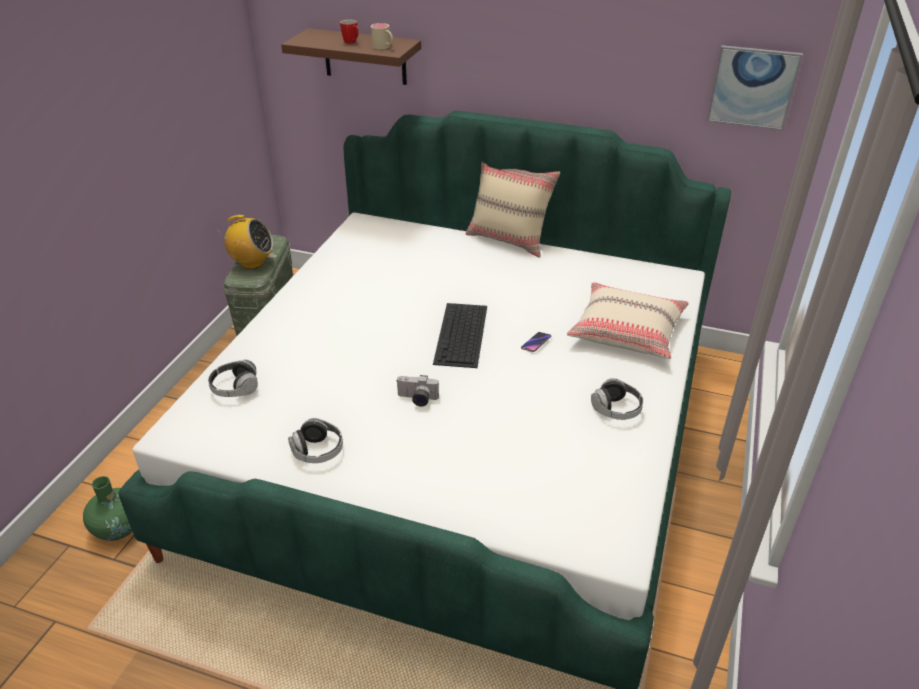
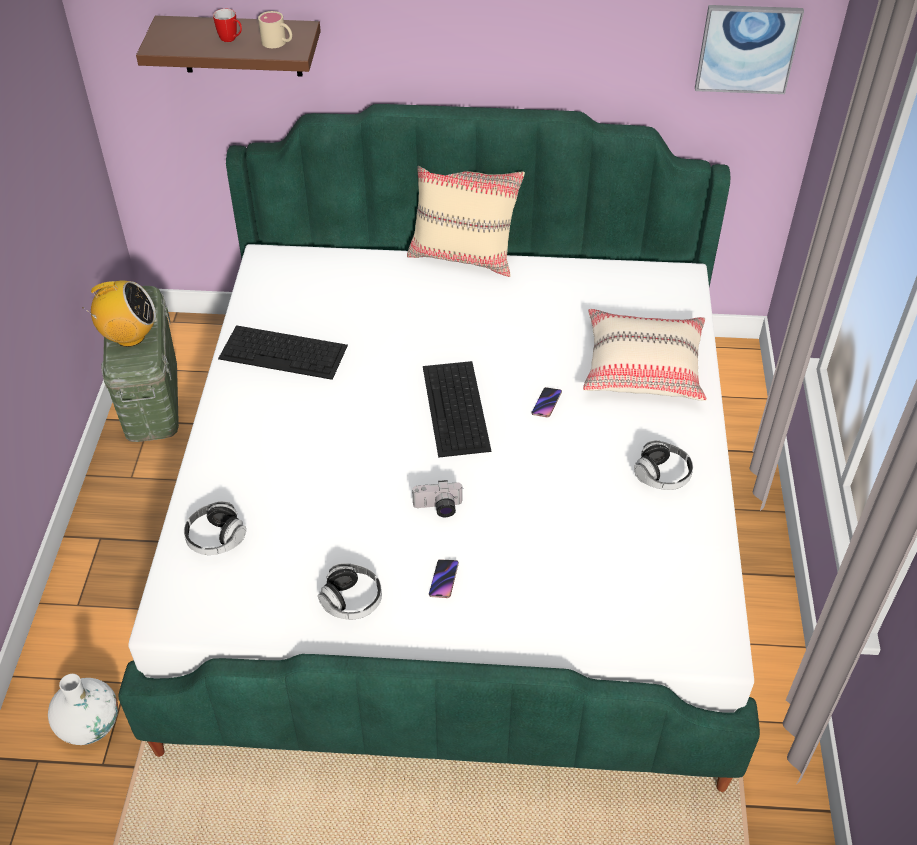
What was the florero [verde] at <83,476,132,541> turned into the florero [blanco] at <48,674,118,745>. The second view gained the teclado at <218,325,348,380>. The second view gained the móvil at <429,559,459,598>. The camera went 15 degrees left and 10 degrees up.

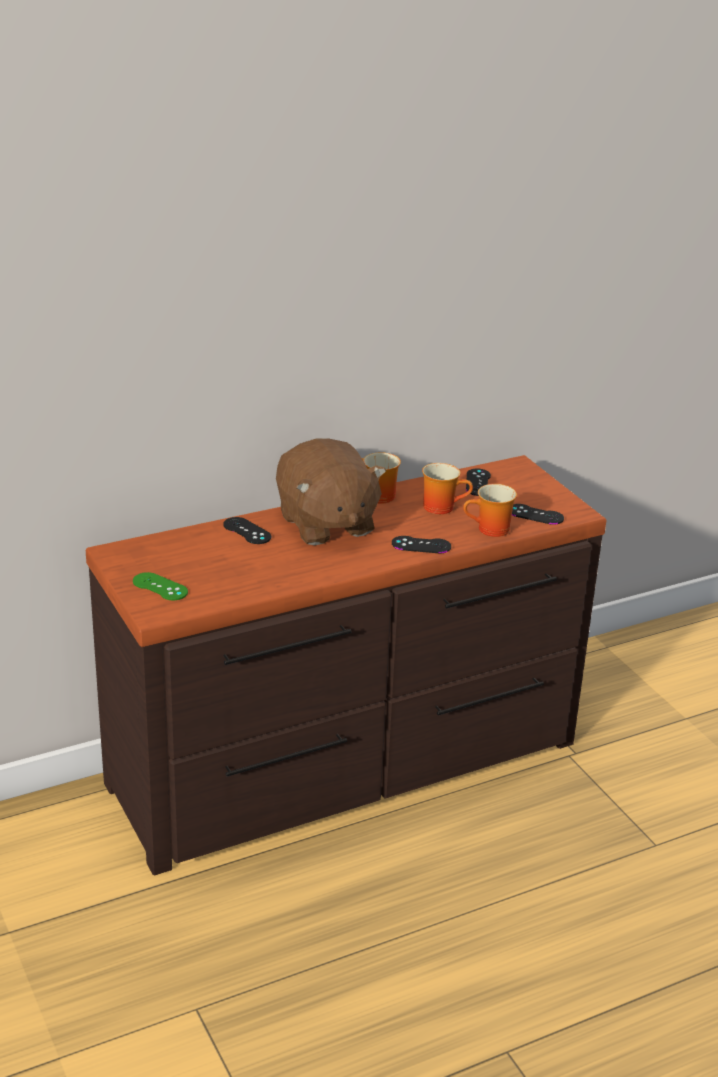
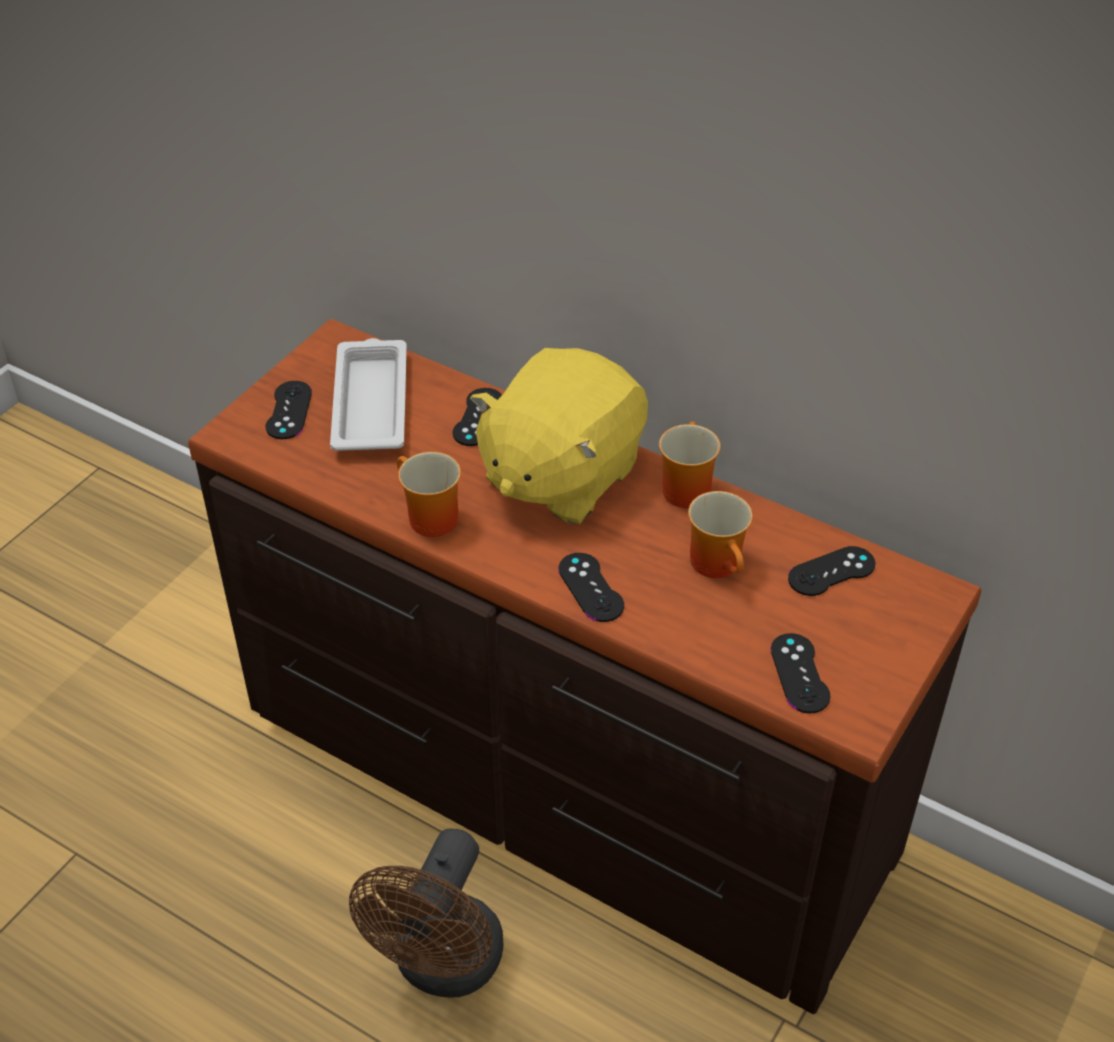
What was the mando de consola [verde] at <133,572,188,600> turned into the mando de consola [negro] at <266,381,312,439>. What was the peluche [marrón] at <276,438,386,545> turned into the peluche [amarillo] at <470,348,648,524>. The taza grande ended up elsewhere, having gone from <463,484,517,537> to <397,452,461,537>. The second view gained the bandeja [blanco] at <330,338,406,451>. The second view gained the ventilador [marrón] at <349,828,504,997>. The camera went 60 degrees right and 15 degrees up.

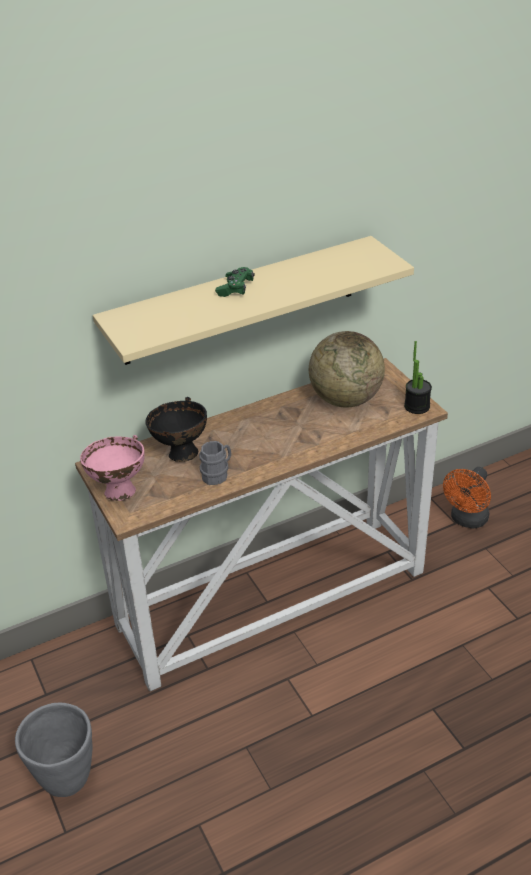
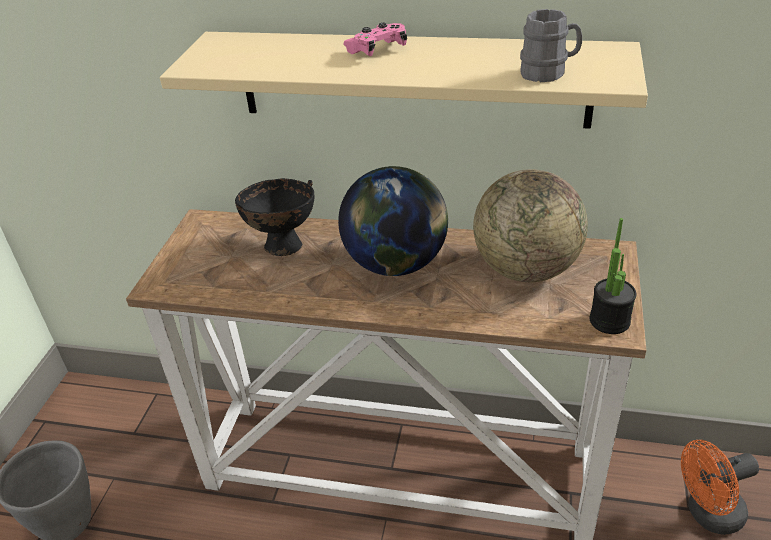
The second view lost the cuenco [rosa] at <80,435,145,501>. The taza grande [gris] ended up elsewhere, having gone from <199,441,231,485> to <520,9,582,82>. What was the mando de consola [verde] at <215,267,255,297> turned into the mando de consola [rosa] at <343,22,407,56>. The second view gained the globo terráqueo at <338,166,448,276>. The camera went 40 degrees right and 0 degrees up.

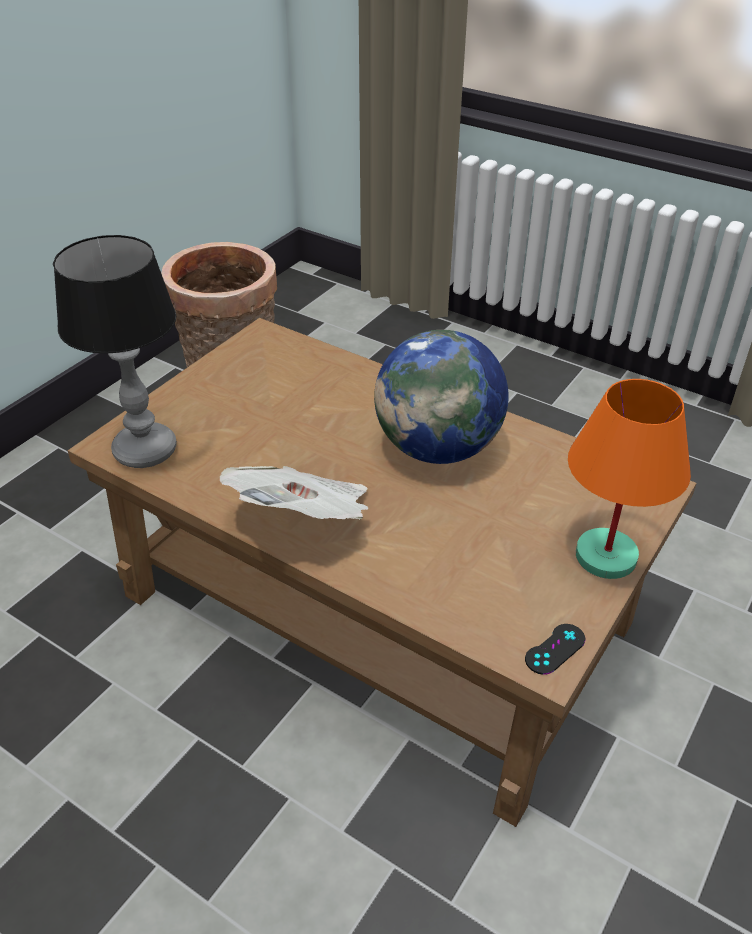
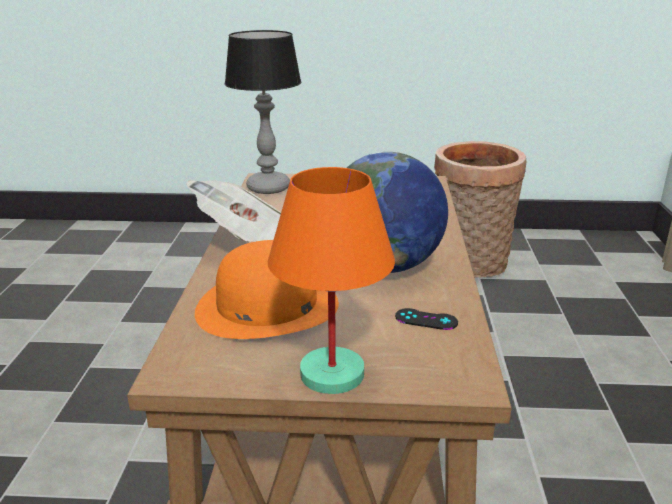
The mando de consola [negro] ended up elsewhere, having gone from <525,624,585,675> to <395,308,458,330>. The second view gained the sombrero [naranja] at <195,240,339,339>. The camera went 60 degrees right and 15 degrees down.

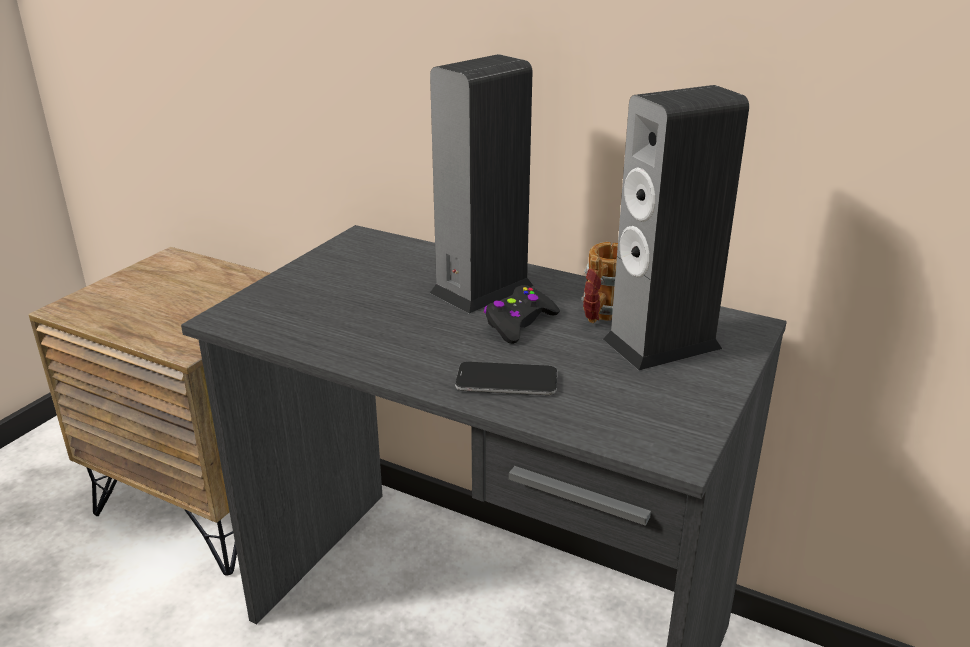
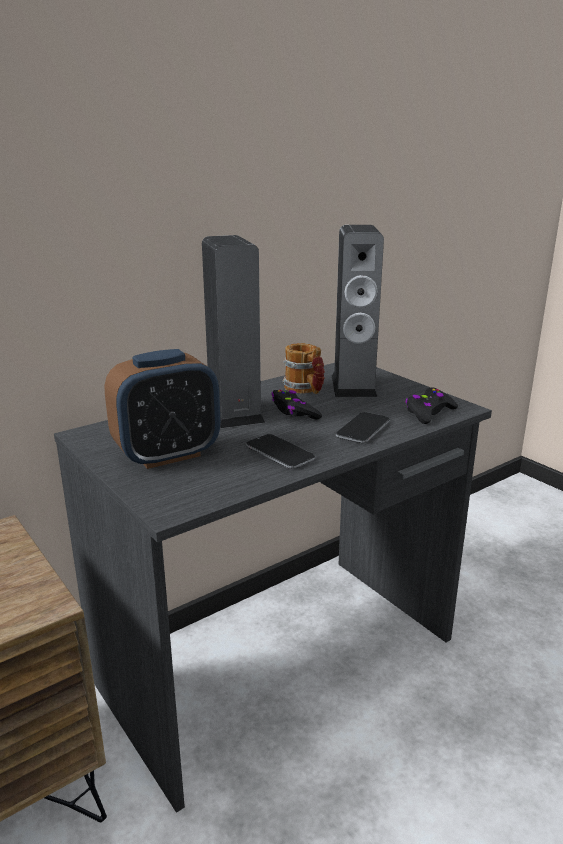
The second view gained the despertador at <105,349,220,469>. The second view gained the móvil at <246,434,315,469>. The second view gained the mando de consola [negro] at <405,388,458,424>. The camera went 65 degrees left and 5 degrees down.

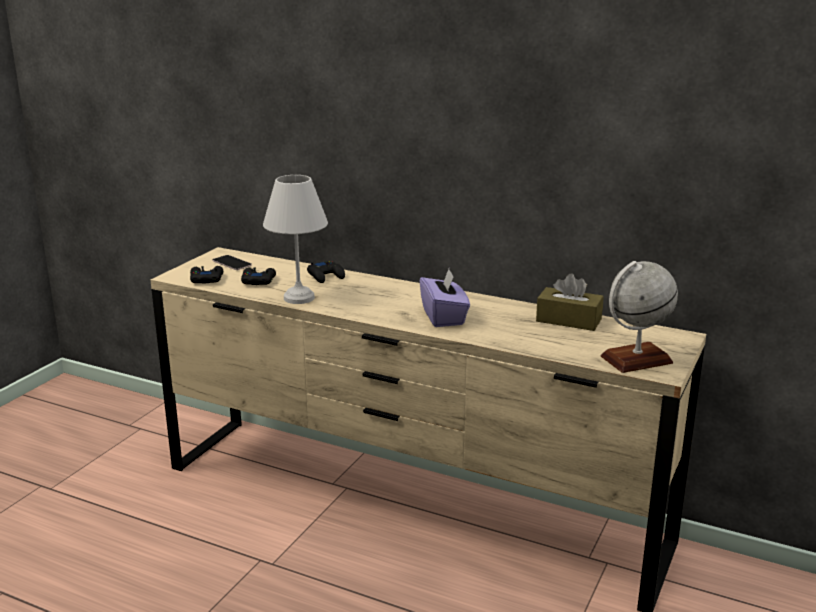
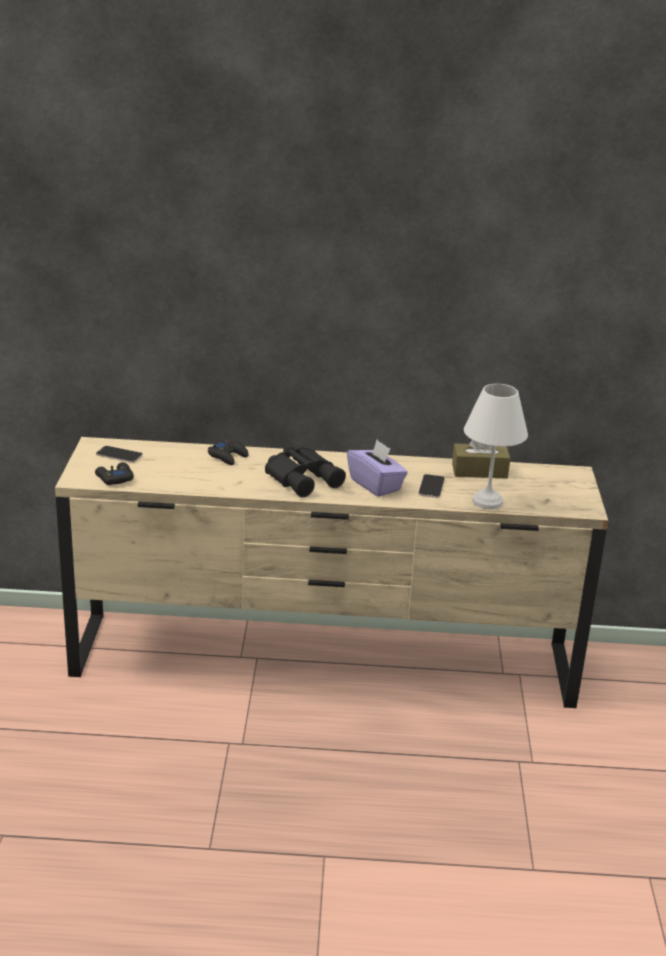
The second view lost the mando de consola [negro] at <241,268,276,285>. The lámpara de mesa [blanco] ended up elsewhere, having gone from <263,175,328,304> to <464,383,528,509>. The second view lost the globo terráqueo at <601,261,678,373>. The second view gained the prismáticos [negro] at <265,445,346,497>. The second view gained the móvil at <418,474,445,498>. The camera went 25 degrees left and 5 degrees up.

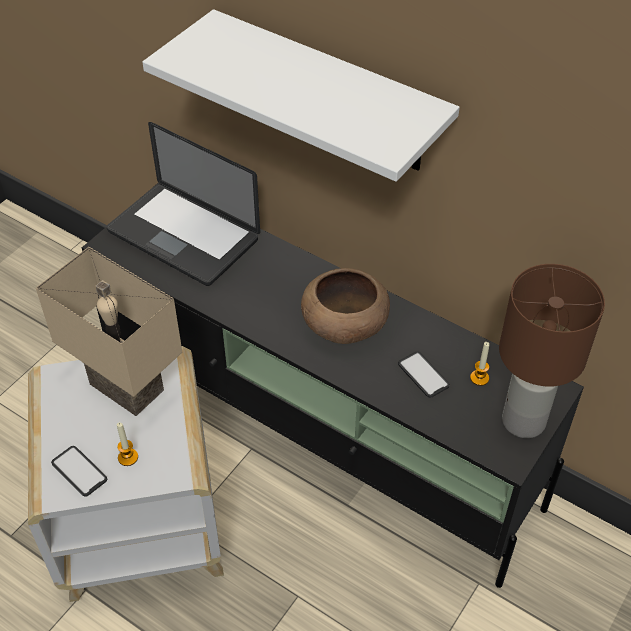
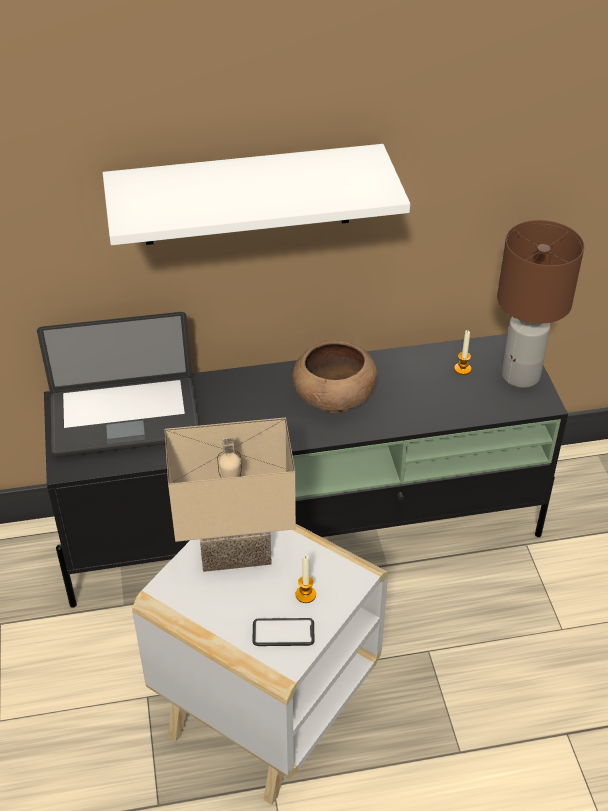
The second view lost the móvil at <398,351,450,398>. The camera went 45 degrees left and 5 degrees down.

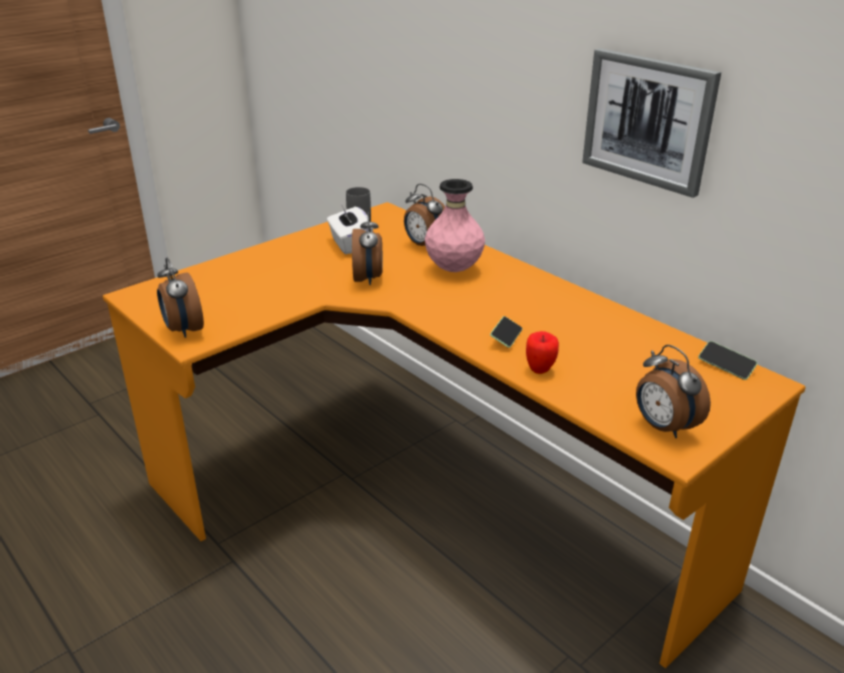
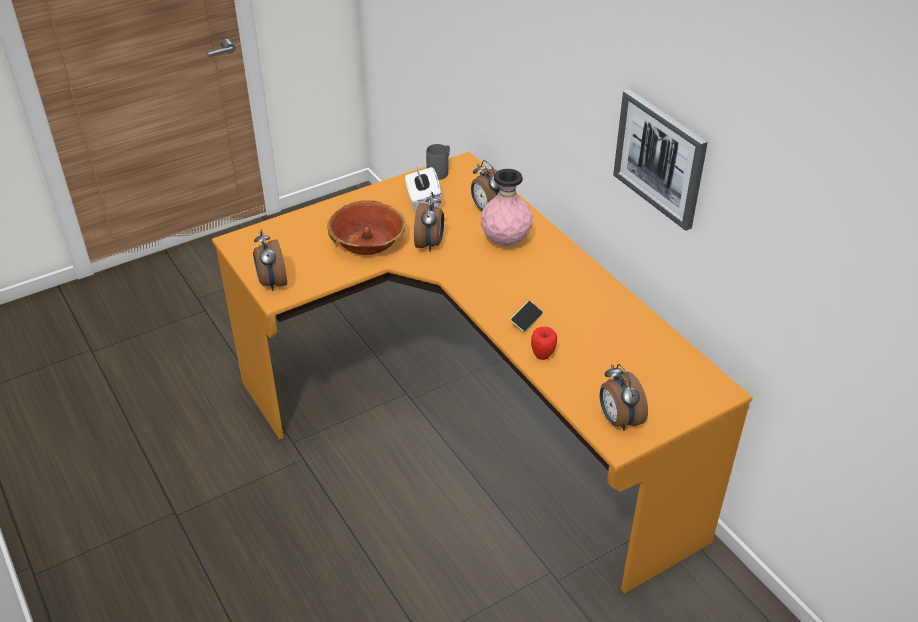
The second view lost the móvil at <698,341,757,380>. The second view gained the cuenco at <327,200,406,255>. The camera went 10 degrees right and 10 degrees up.

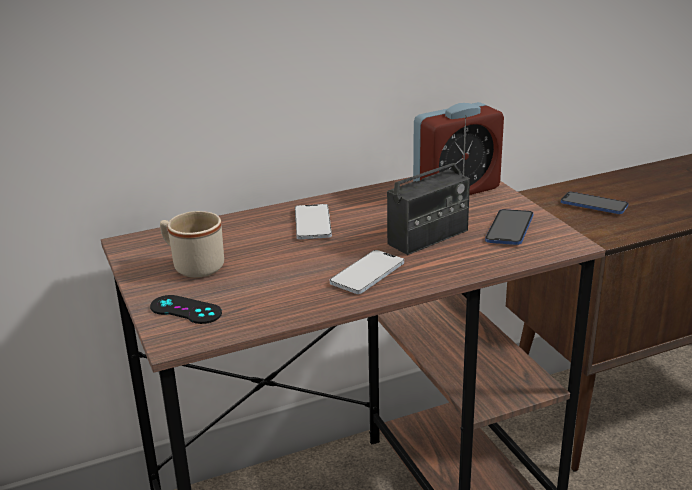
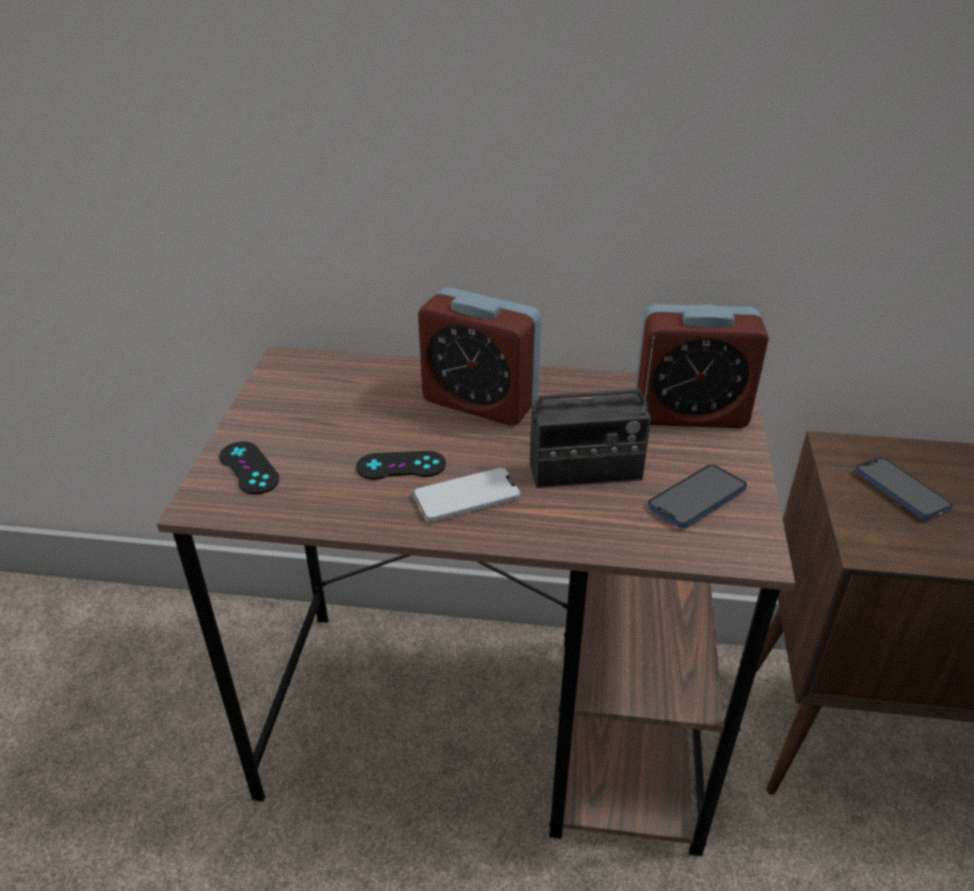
The second view lost the taza grande [beis] at <160,211,224,278>. Where the móvil stood at <295,204,332,239>, the despertador came to stand at <418,287,542,426>. The second view gained the mando de consola [negro] at <356,451,446,480>. The camera went 30 degrees right and 10 degrees up.

